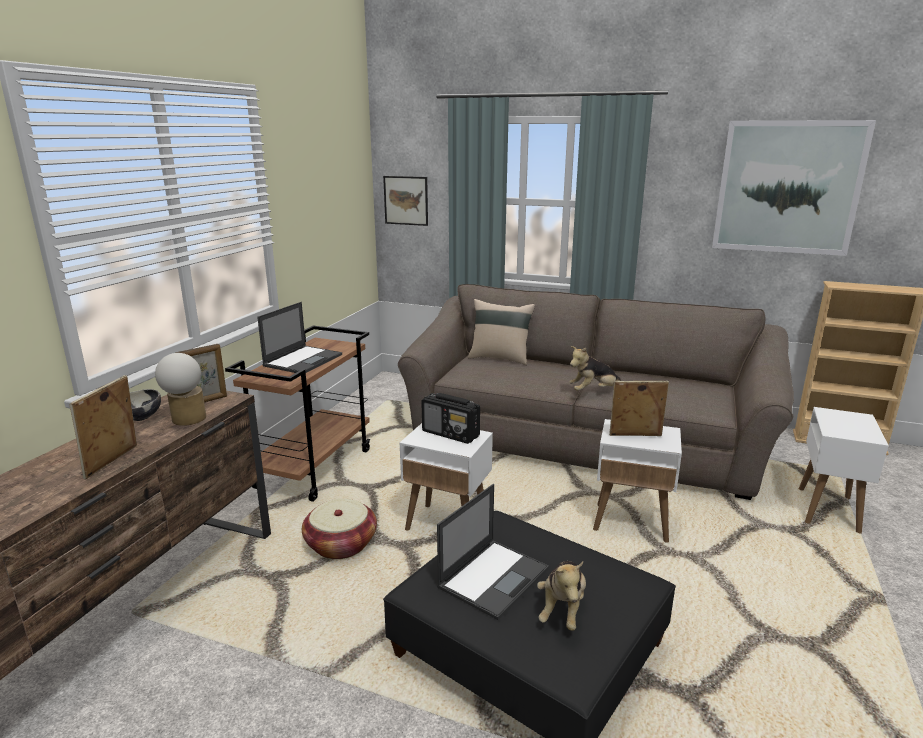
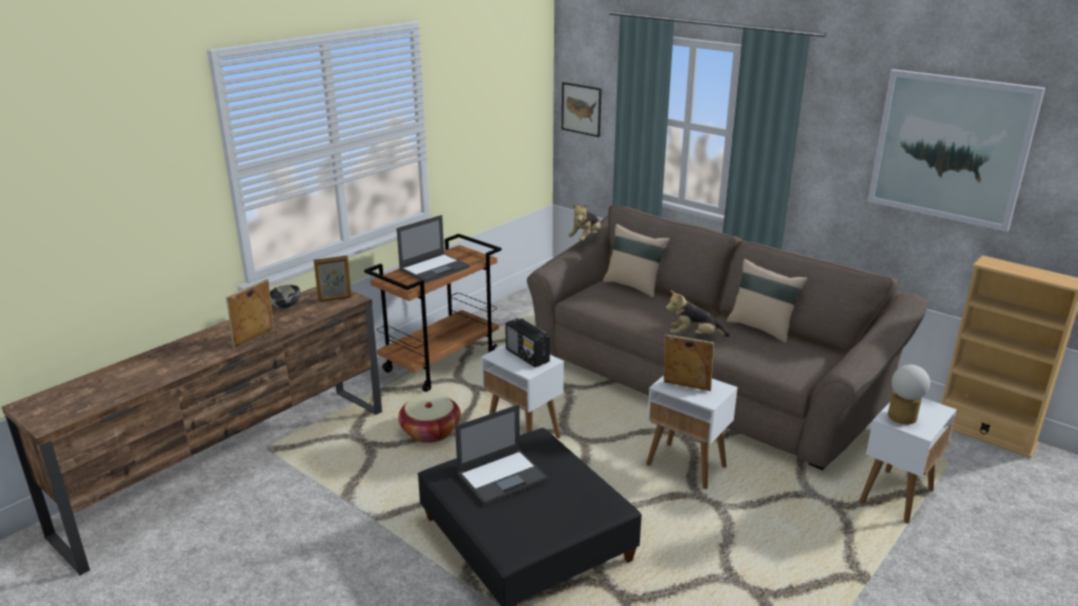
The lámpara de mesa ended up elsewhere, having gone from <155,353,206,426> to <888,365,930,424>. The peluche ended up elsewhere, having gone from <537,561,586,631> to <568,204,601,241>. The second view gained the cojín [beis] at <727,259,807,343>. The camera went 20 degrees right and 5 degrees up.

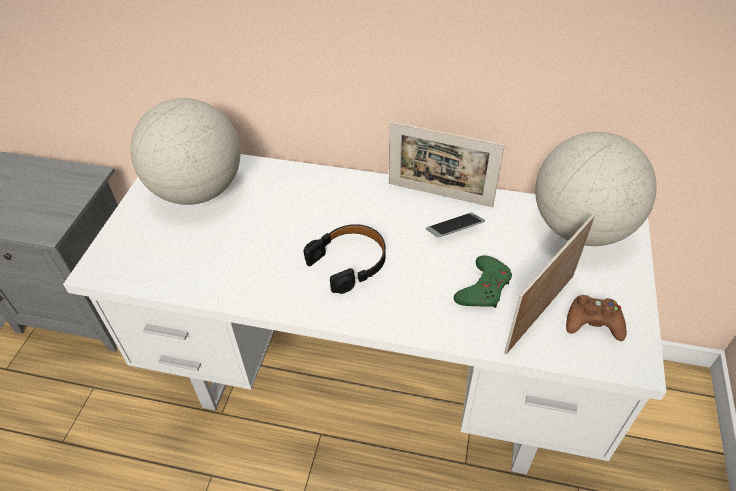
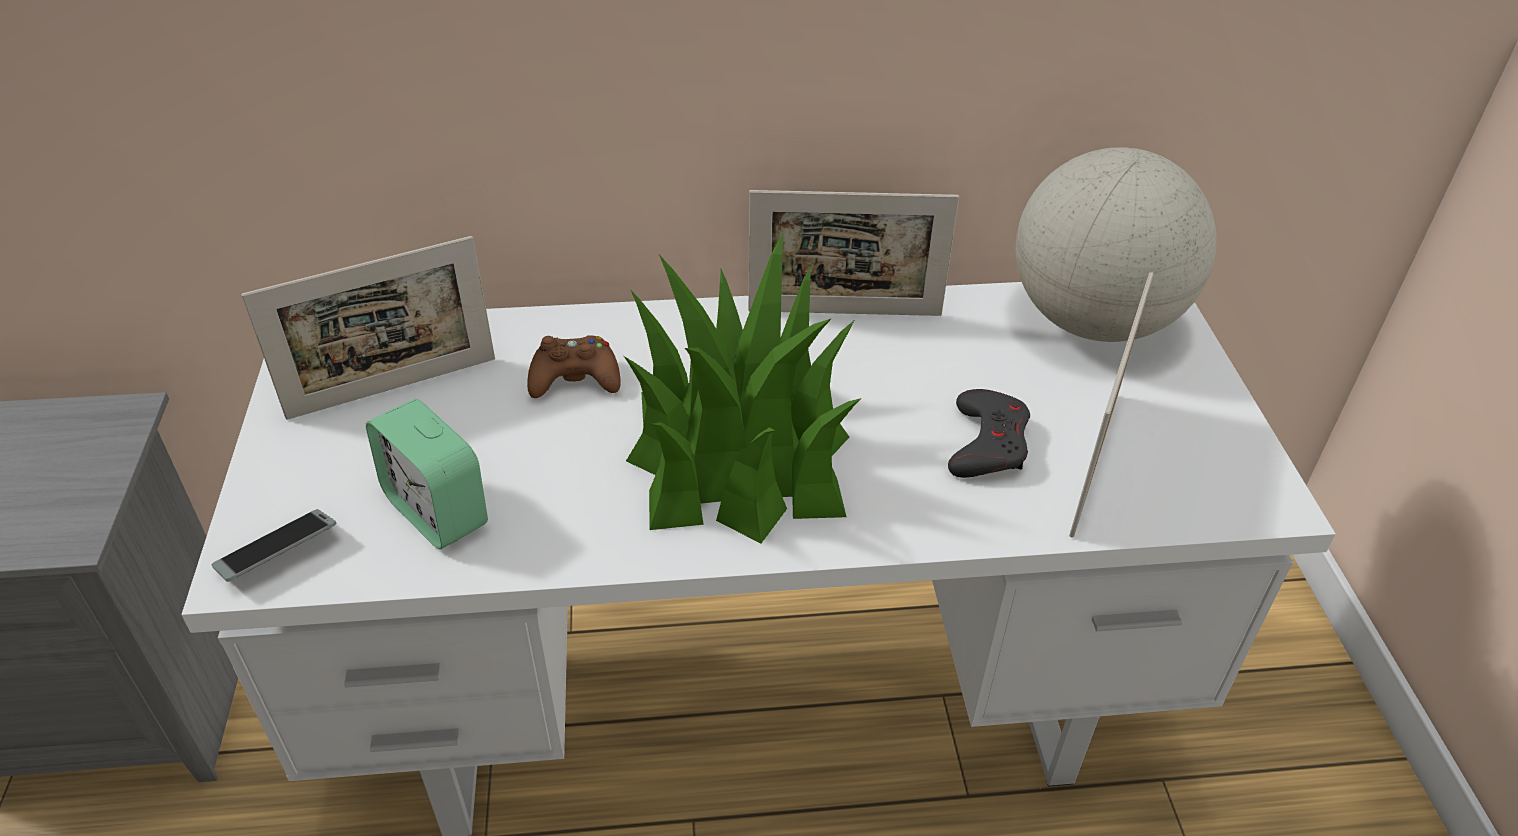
Where the globo terráqueo stood at <130,98,240,205>, the portarretratos came to stand at <242,236,495,420>. Where the auriculares [negro] stood at <303,224,386,294>, the planta en maceta came to stand at <624,233,862,543>. The móvil ended up elsewhere, having gone from <426,213,485,238> to <212,509,336,582>. What was the mando de consola [verde] at <454,255,512,308> turned into the mando de consola [gris] at <948,389,1030,478>. The mando de consola [marrón] ended up elsewhere, having gone from <566,295,626,341> to <527,335,621,398>. The second view gained the despertador at <366,399,488,550>. The camera went 20 degrees left and 5 degrees down.

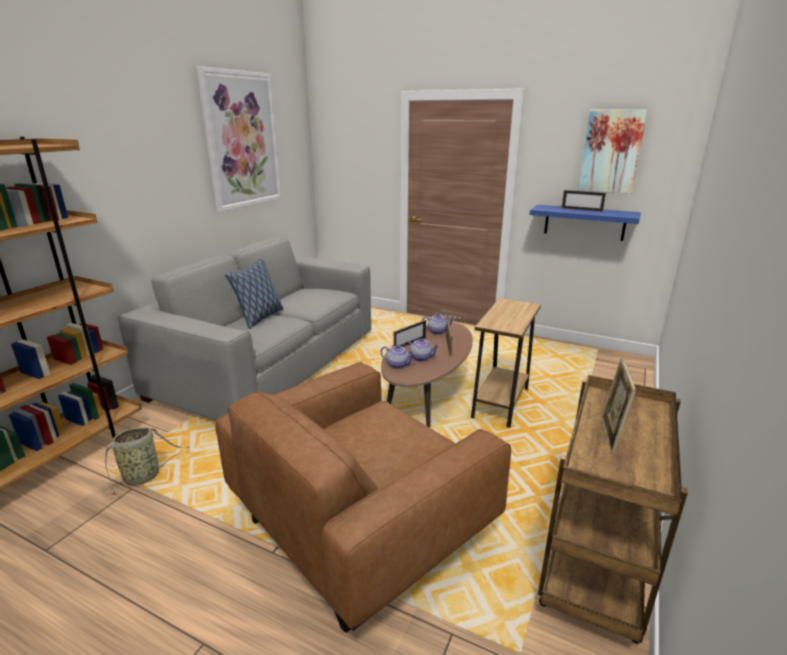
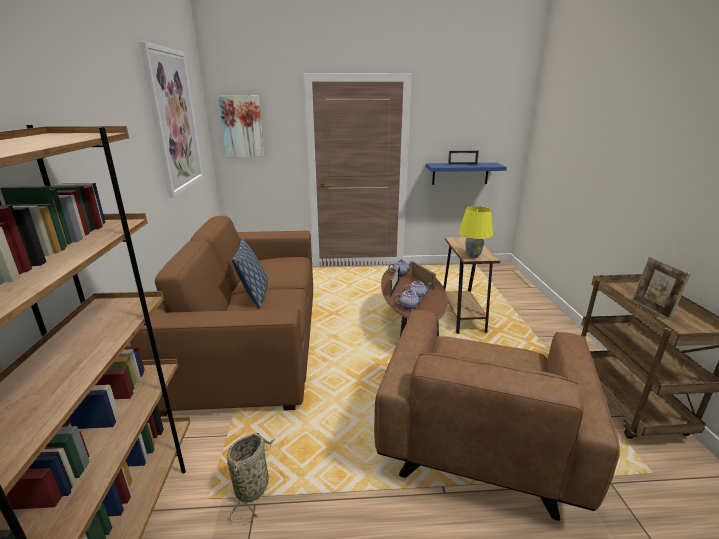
What was the sofá [gris] at <118,237,371,421> turned into the sofá [marrón] at <130,216,313,417>. The cuadro ended up elsewhere, having gone from <579,109,648,194> to <218,95,264,157>. The second view gained the lámpara de mesa [amarillo] at <459,206,493,258>. The camera went 30 degrees left and 0 degrees up.

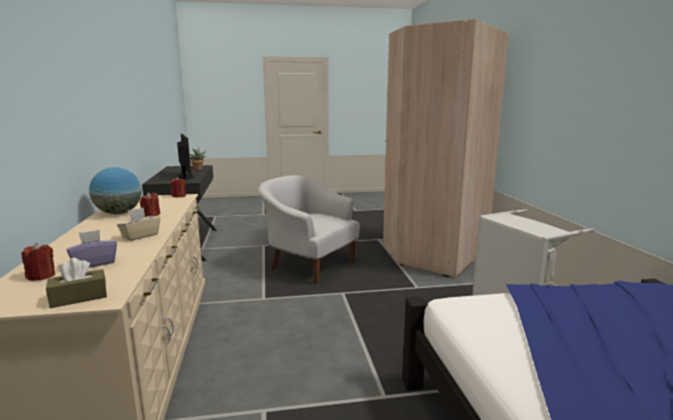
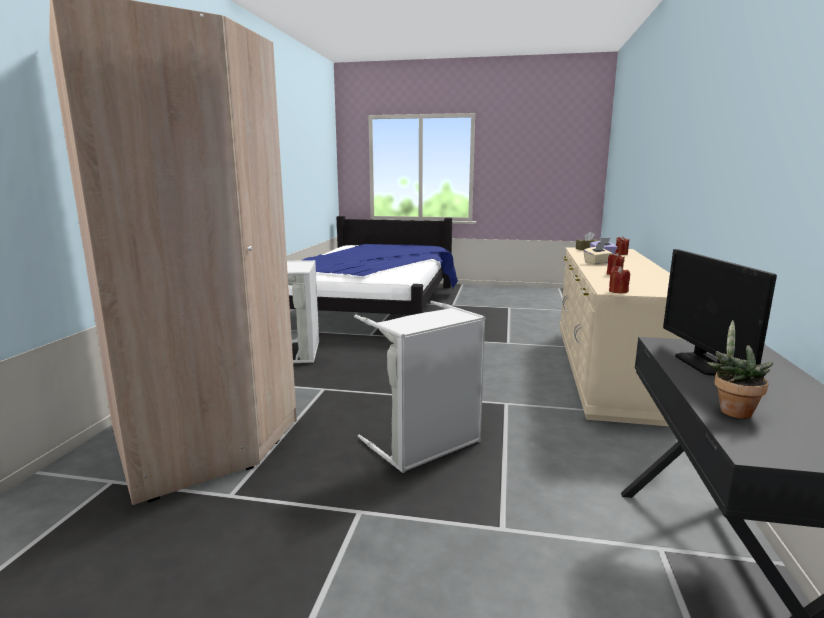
The second view lost the globo terráqueo at <89,167,142,214>. Where the sillón [blanco] stood at <258,175,360,283>, the cesto de la ropa [gris] came to stand at <354,301,486,473>. The camera went 160 degrees left and 0 degrees up.

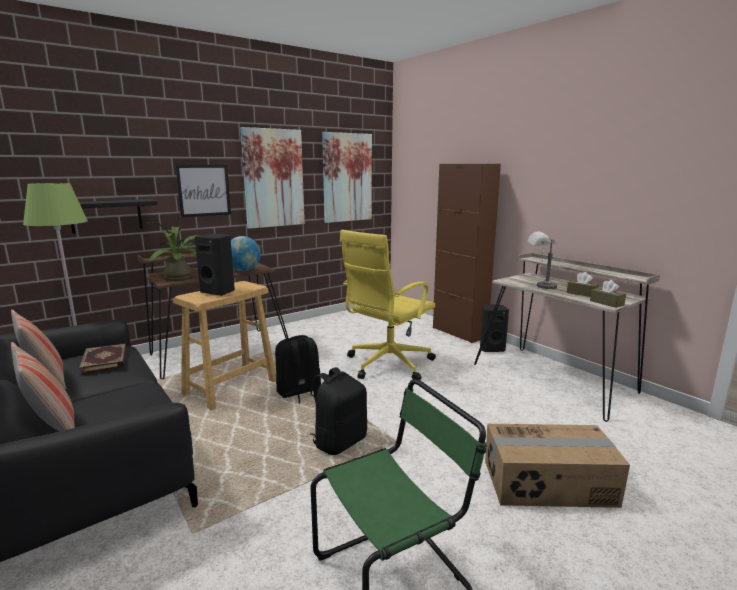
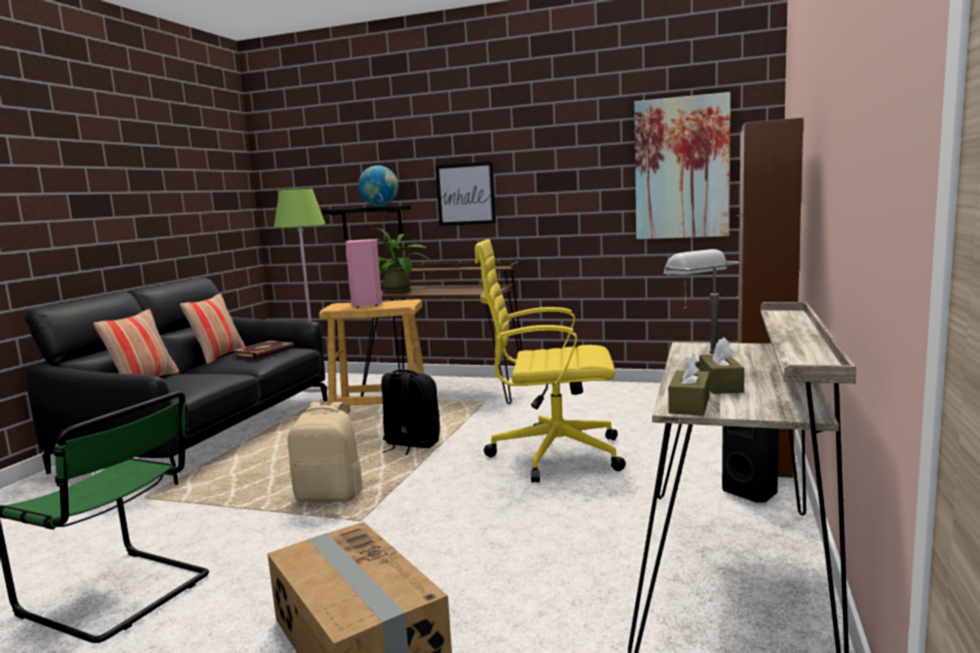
What was the altavoz [negro] at <195,234,235,296> turned into the altavoz [rosa] at <345,239,382,308>. The globo terráqueo ended up elsewhere, having gone from <231,236,261,271> to <358,165,398,206>. The second view lost the cuadro at <240,127,305,229>. What was the mochila [negro] at <310,367,367,455> turned into the mochila [beis] at <288,402,363,502>. The camera went 55 degrees right and 5 degrees down.

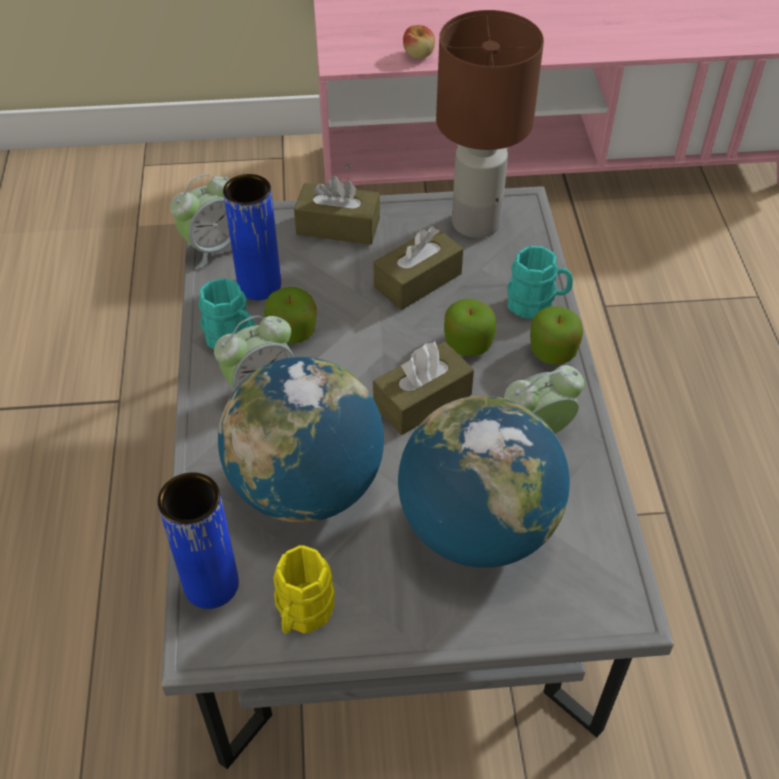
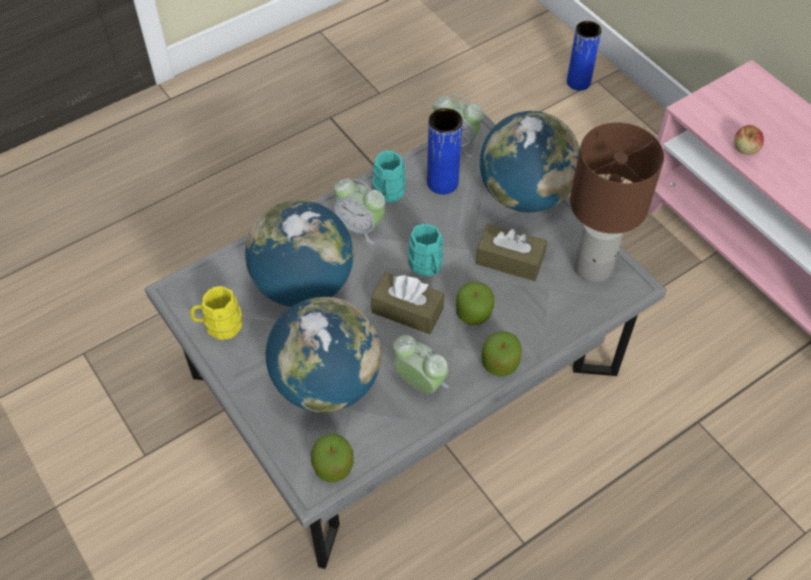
The florero [azul] ended up elsewhere, having gone from <158,472,239,609> to <567,21,601,91>. The manzana ended up elsewhere, having gone from <264,287,317,344> to <311,434,354,482>. Where the caja de pañuelos [marrón] stood at <294,176,380,245>, the globo terráqueo came to stand at <480,111,580,212>. The taza grande [turquesa] ended up elsewhere, having gone from <507,246,573,319> to <407,224,444,276>. The camera went 60 degrees right and 5 degrees up.

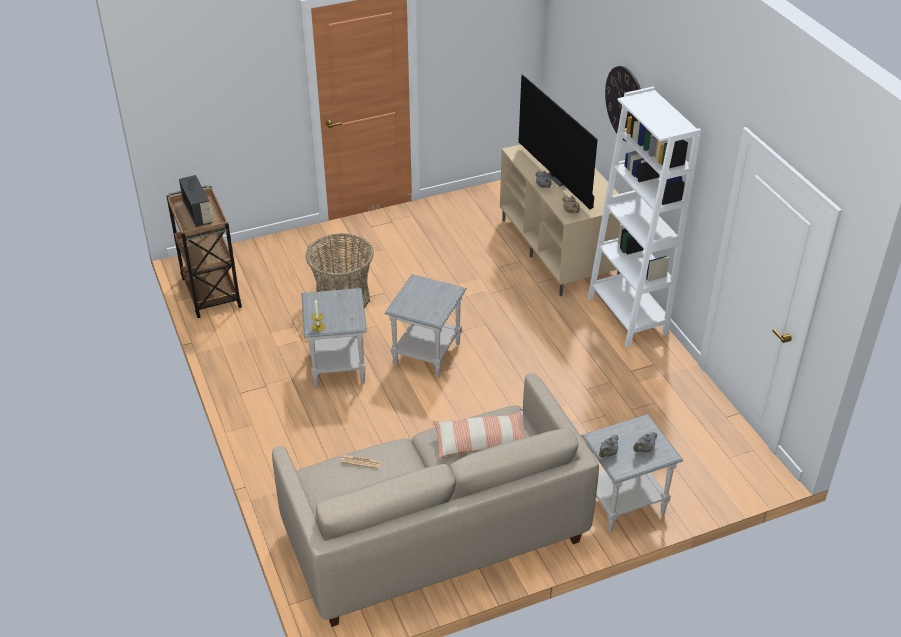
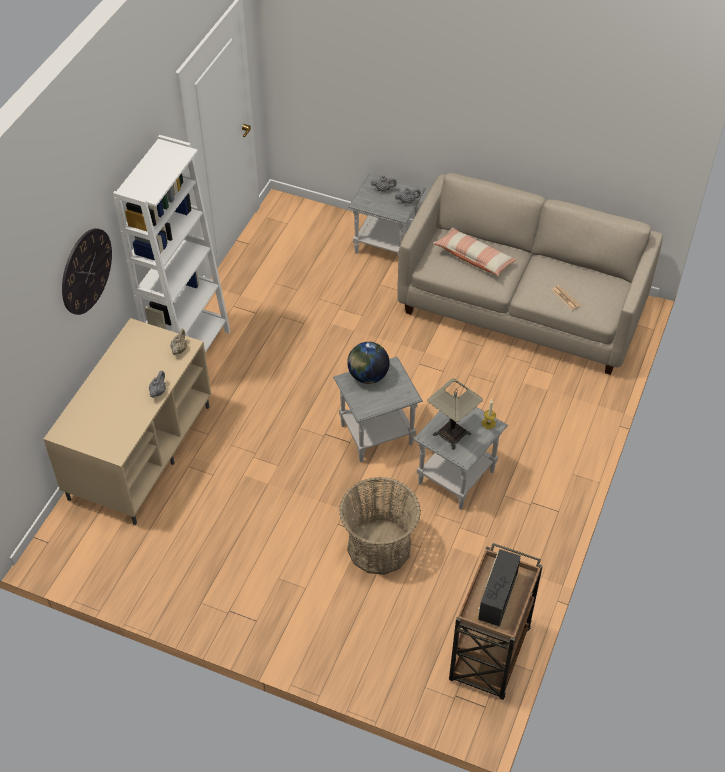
The second view lost the televisor at <518,74,598,209>. The second view gained the globo terráqueo at <347,342,390,384>. The second view gained the lámpara de mesa at <427,379,483,450>. The camera went 135 degrees left and 10 degrees up.

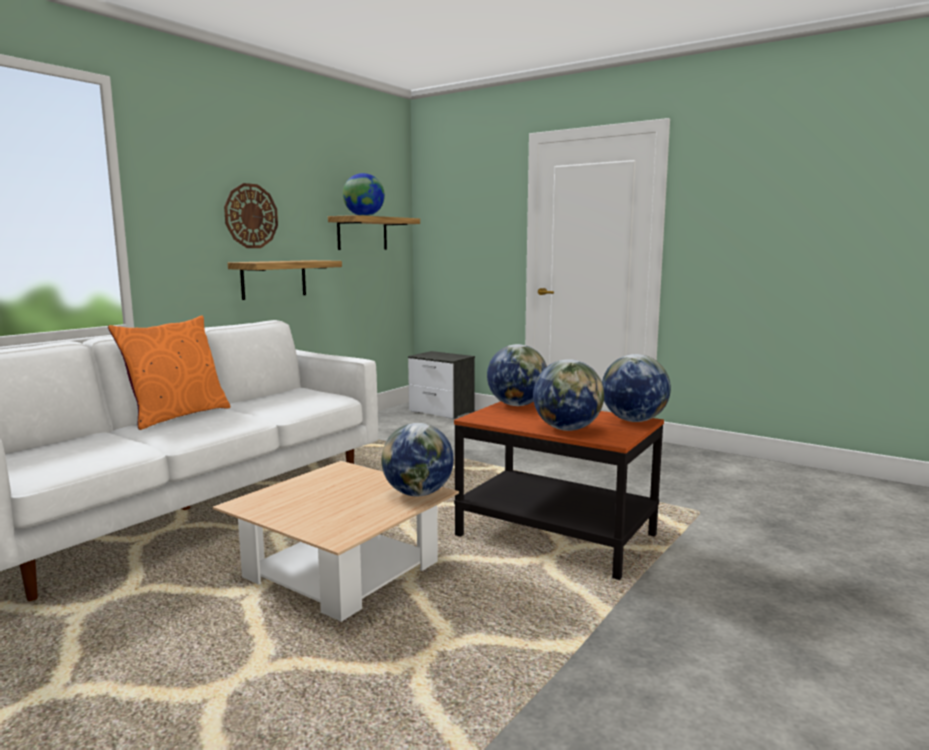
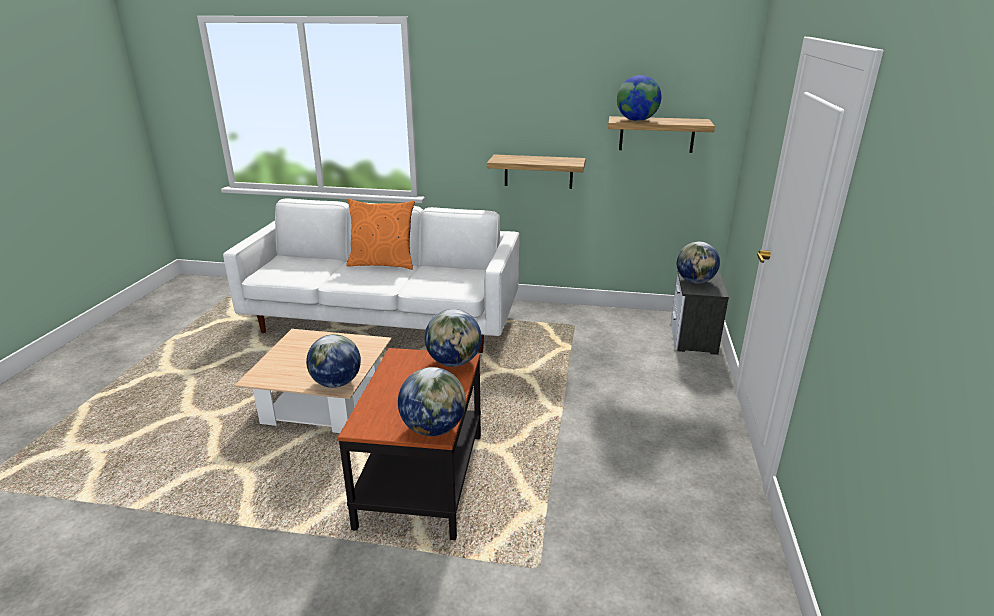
The second view lost the reloj de pared at <224,183,278,248>. The globo terráqueo ended up elsewhere, having gone from <533,359,604,431> to <677,242,720,284>. The camera went 65 degrees right and 15 degrees up.

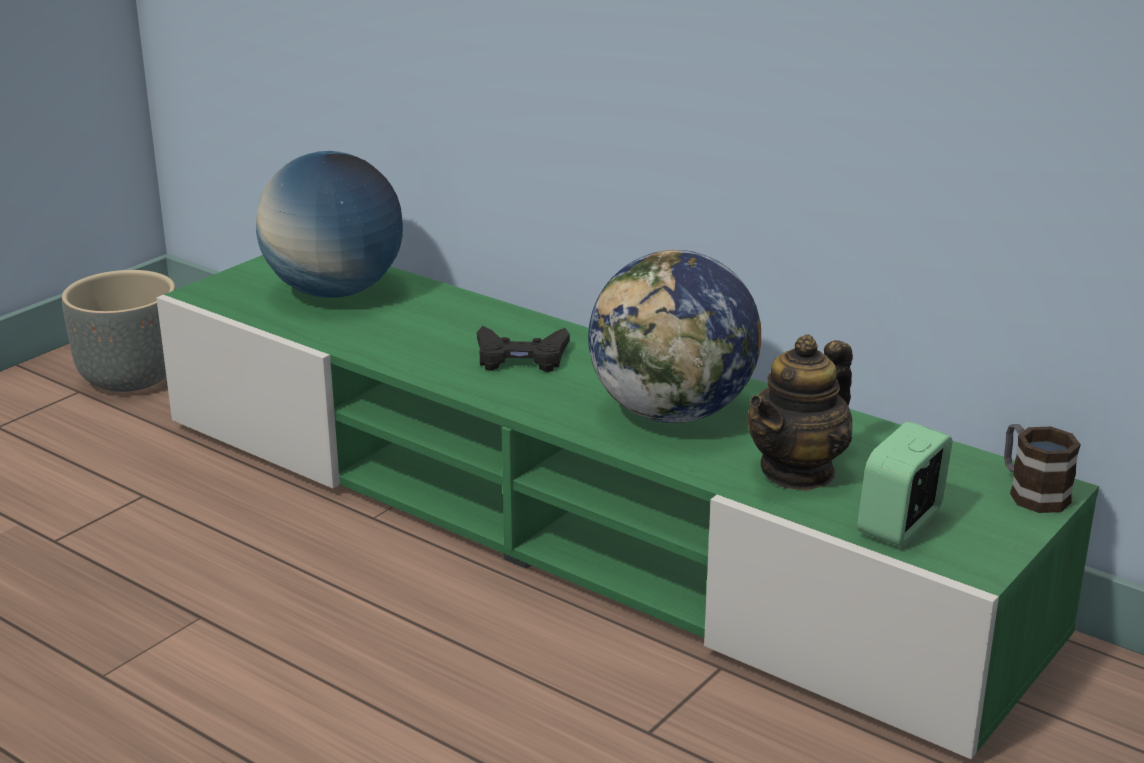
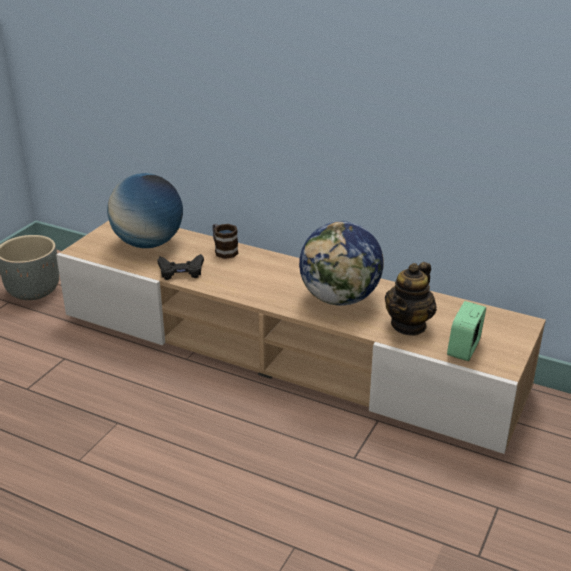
What was the mueble de televisión [verde] at <157,255,1099,759> turned into the mueble de televisión [beis] at <56,220,546,454>. The mando de consola [negro] ended up elsewhere, having gone from <477,326,570,372> to <157,254,204,280>. The taza grande ended up elsewhere, having gone from <1004,424,1081,513> to <212,224,238,259>. The camera went 10 degrees left and 5 degrees up.

